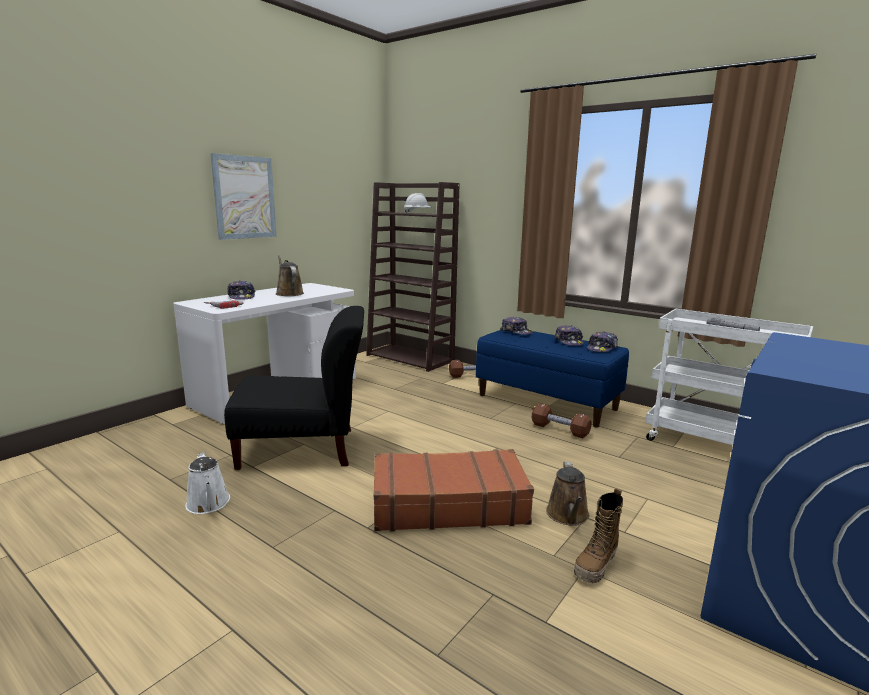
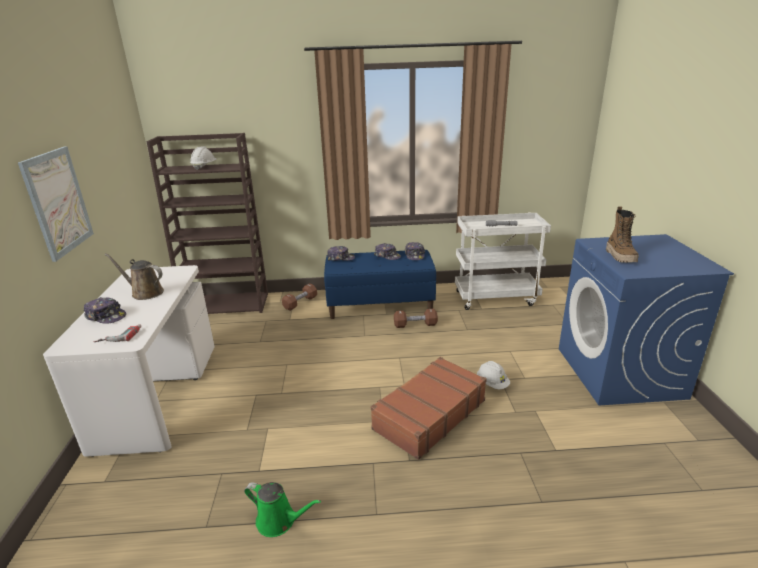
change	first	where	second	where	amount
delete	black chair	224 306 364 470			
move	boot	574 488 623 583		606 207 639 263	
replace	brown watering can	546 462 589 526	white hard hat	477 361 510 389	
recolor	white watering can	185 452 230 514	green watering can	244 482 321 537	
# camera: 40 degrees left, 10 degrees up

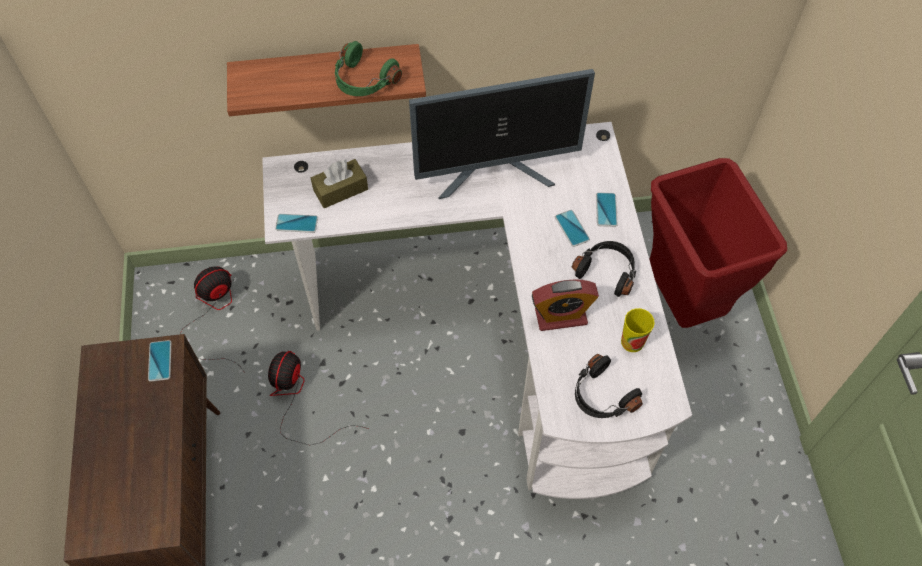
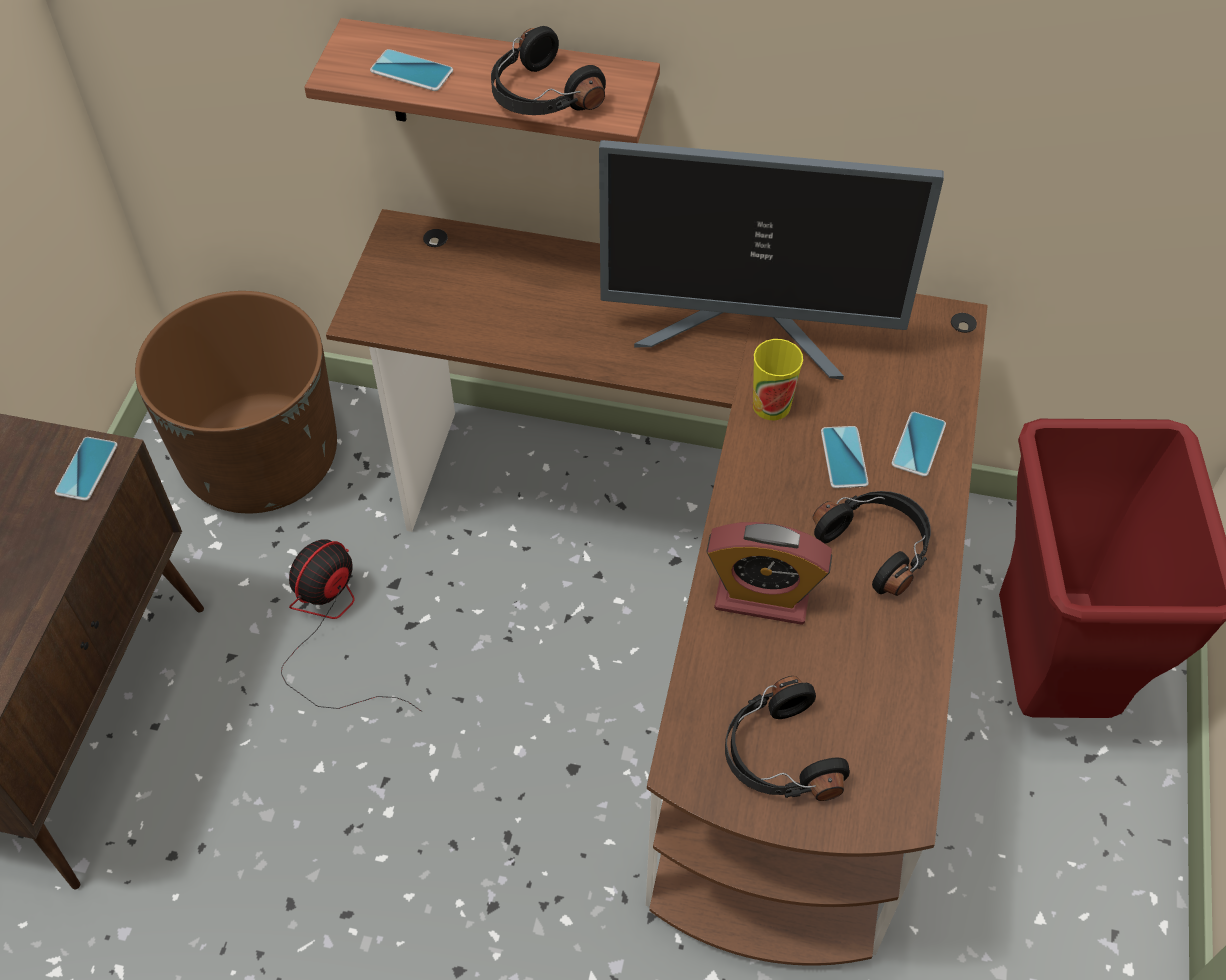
change	first	where	second	where	amount
delete	brown tissue box	311 159 368 208			
move	phone	275 214 318 233		370 49 453 91	
move	cup	621 308 655 352		753 339 803 420	
replace	fan	180 266 245 373	brown planter	135 291 337 513	
recolor	white desk	262 122 692 499	brown desk	326 209 988 966	
recolor	green headphones	335 41 402 96	black headphones	491 26 606 115	
# camera: 20 degrees right, 5 degrees down

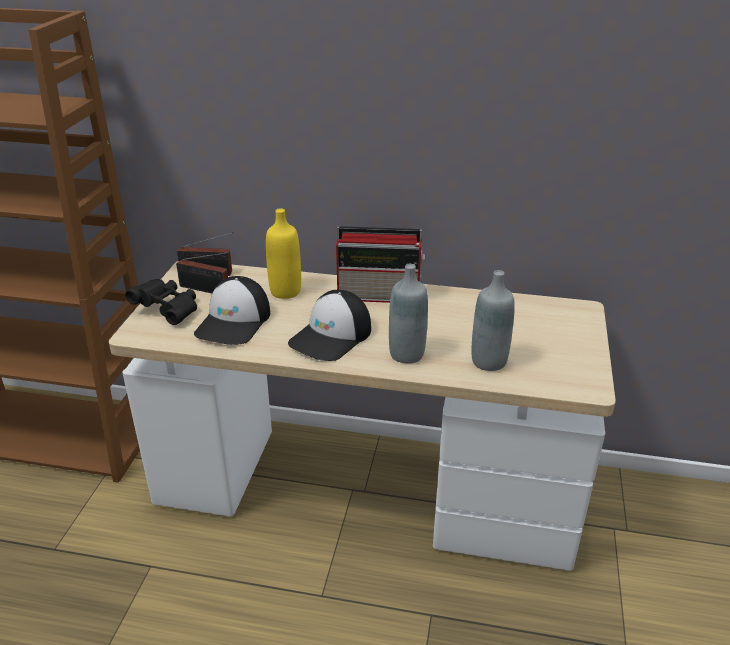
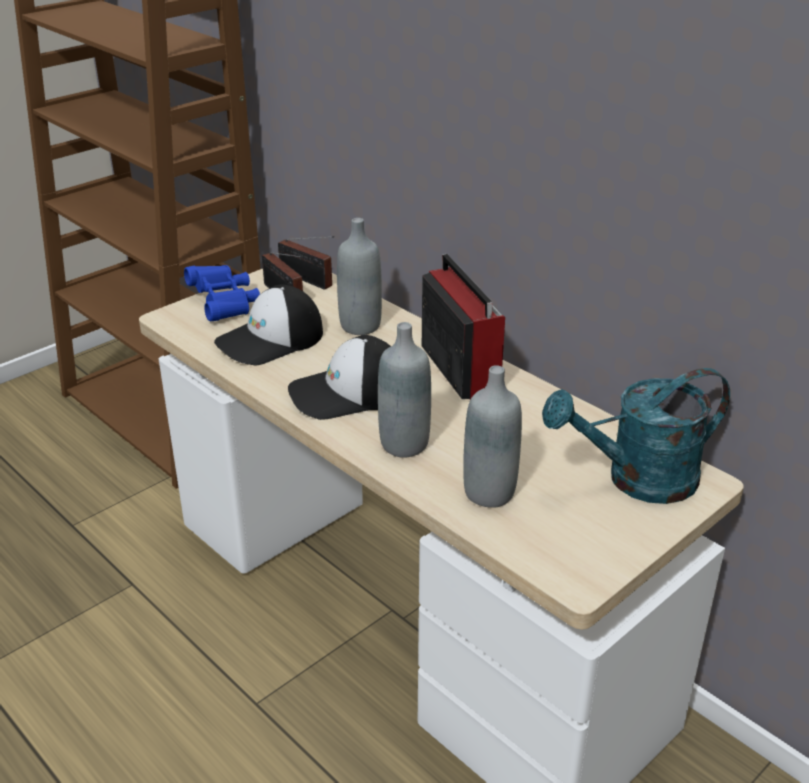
change	first	where	second	where	amount
insert			turquoise watering can	542 368 730 504	
recolor	black binoculars	125 279 197 325	blue binoculars	184 265 260 321	
recolor	yellow bottle	266 208 301 299	grey bottle	337 218 382 335	
rotate	radio	336 226 425 303		422 254 505 400	150 degrees counterclockwise
# camera: 35 degrees right, 0 degrees up

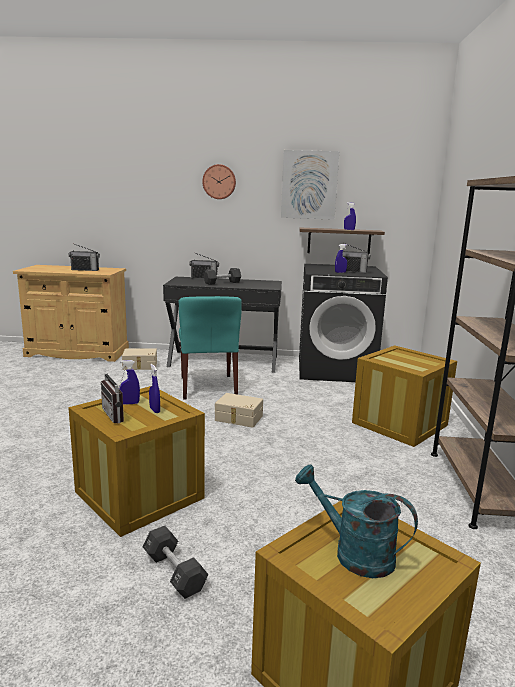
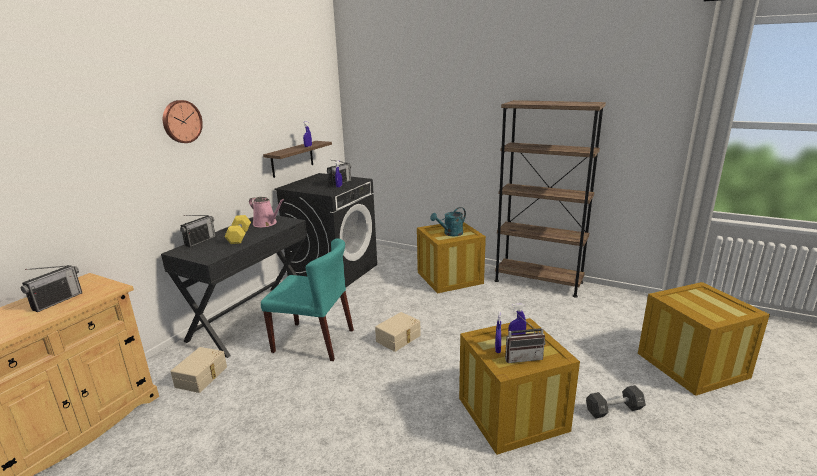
change	first	where	second	where	amount
delete	picture	281 150 339 220			
insert			pink watering can	249 197 285 227	
move	turquoise watering can	295 465 418 578		430 207 466 236	
recolor	black dumbbell	203 268 241 285	yellow dumbbell	224 215 251 244	
# camera: 65 degrees left, 5 degrees up

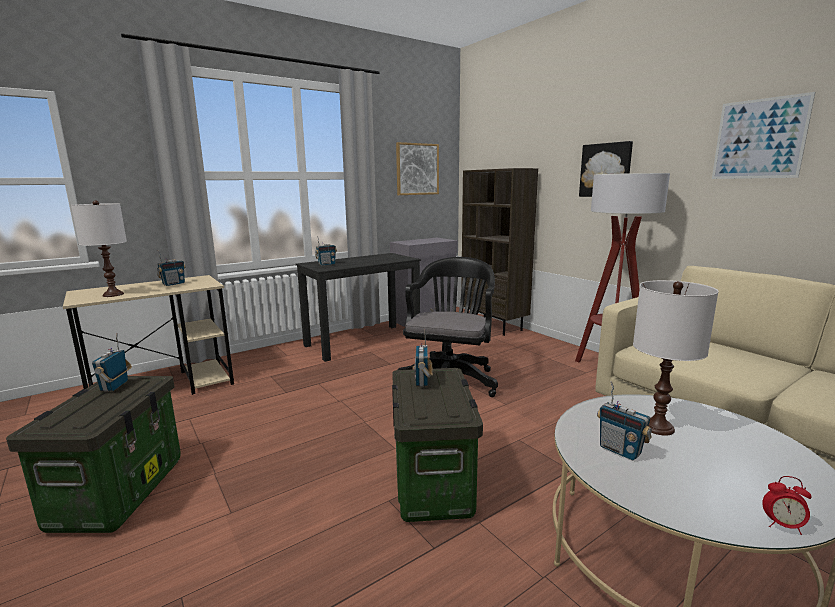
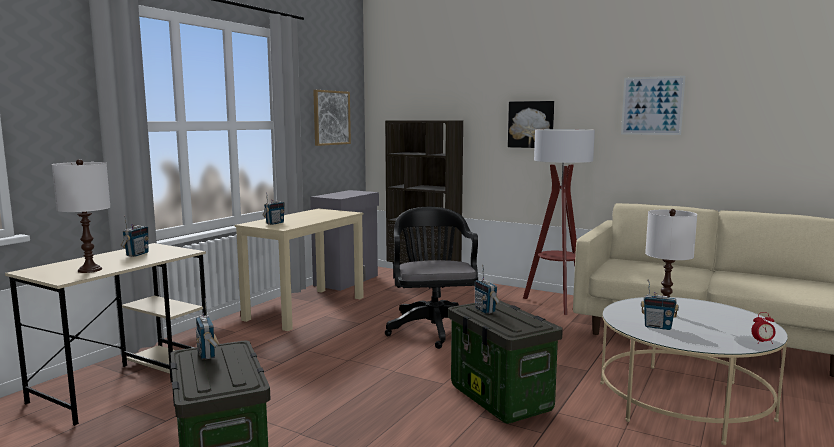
change	first	where	second	where	amount
recolor	black desk	296 253 421 362	beige desk	235 208 364 331	
# camera: 25 degrees left, 5 degrees down

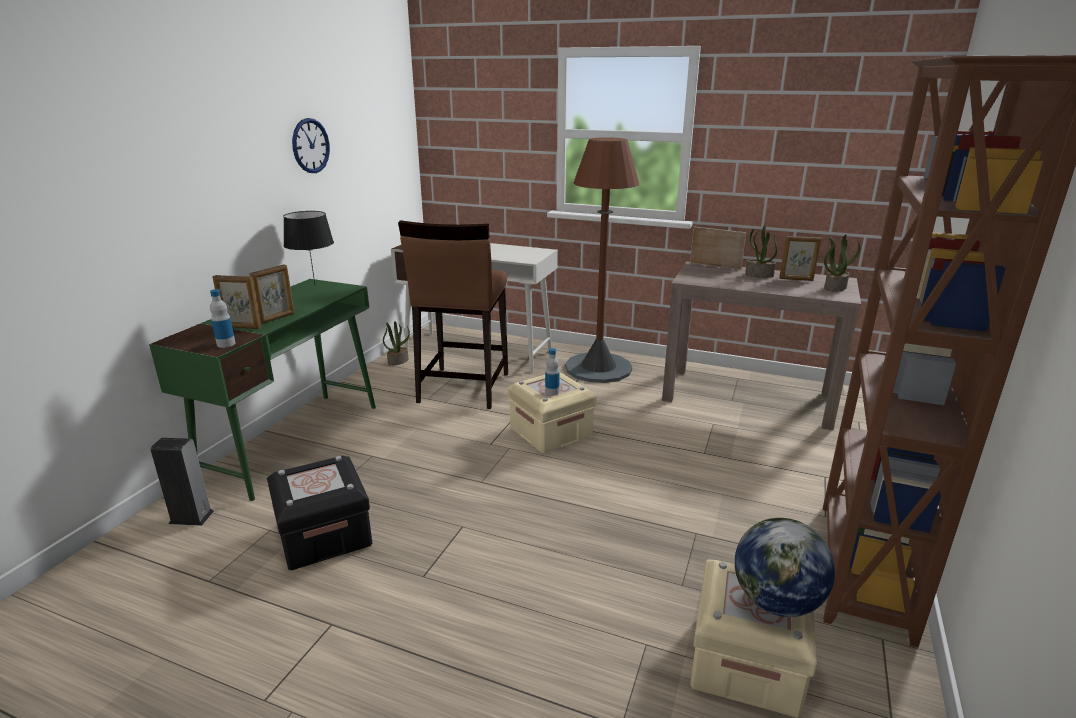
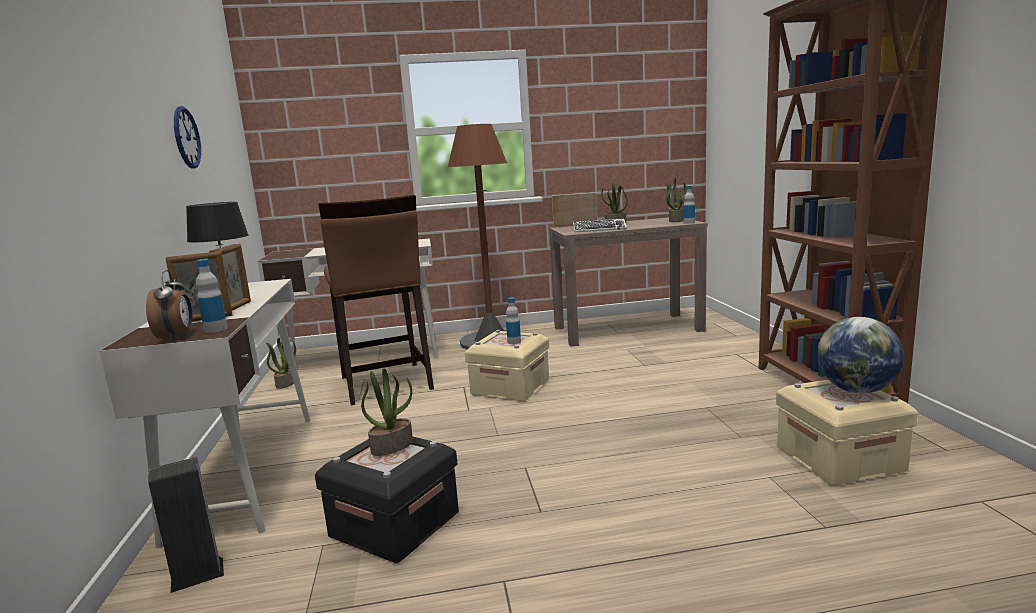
change	first	where	second	where	amount
delete	picture frame	779 236 821 281			
insert			alarm clock	146 270 192 340	
insert			potted plant	361 368 413 456	
insert			keyboard	573 219 627 232	
insert			bottle	684 186 695 224	
recolor	green desk	149 279 376 501	white desk	99 279 310 548	
# camera: 30 degrees left, 10 degrees down

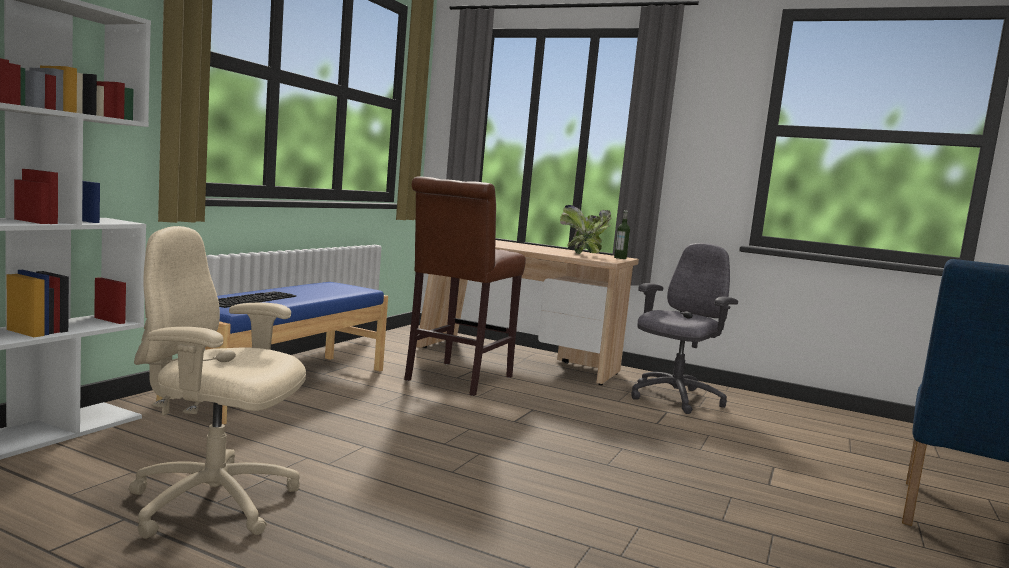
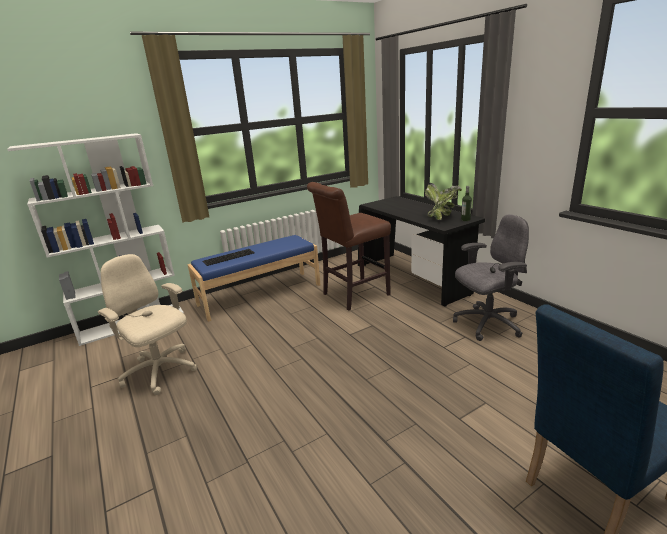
change	first	where	second	where	amount
recolor	beige desk	416 240 639 385	black desk	358 196 485 306	
# camera: 35 degrees right, 15 degrees up

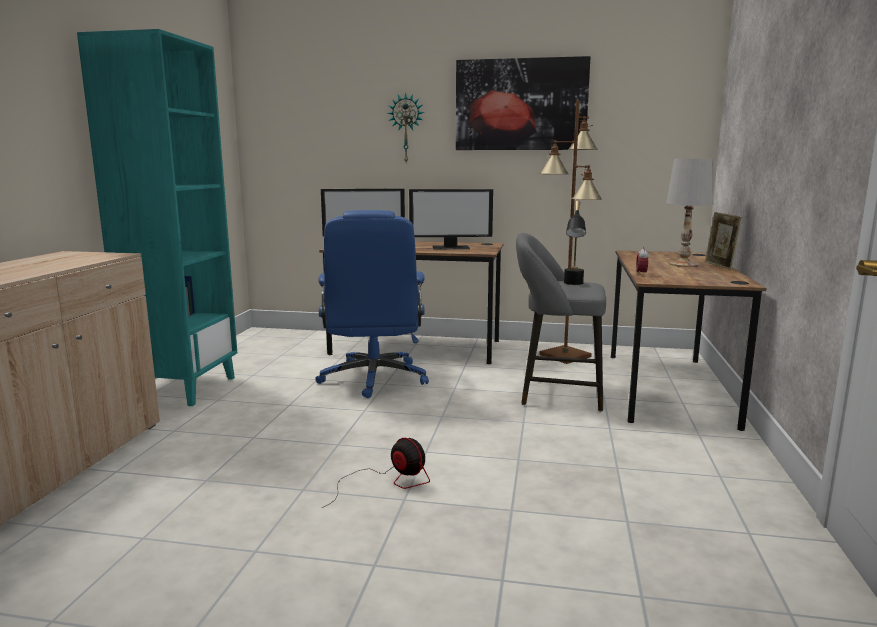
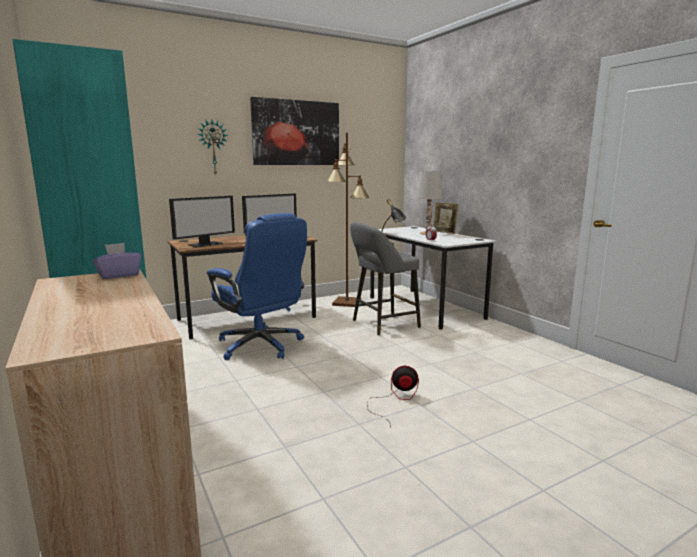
change	first	where	second	where	amount
insert			purple tissue box	93 243 141 279	
recolor	brown desk	611 251 766 431	white desk	370 226 496 330	
# camera: 40 degrees left, 0 degrees up

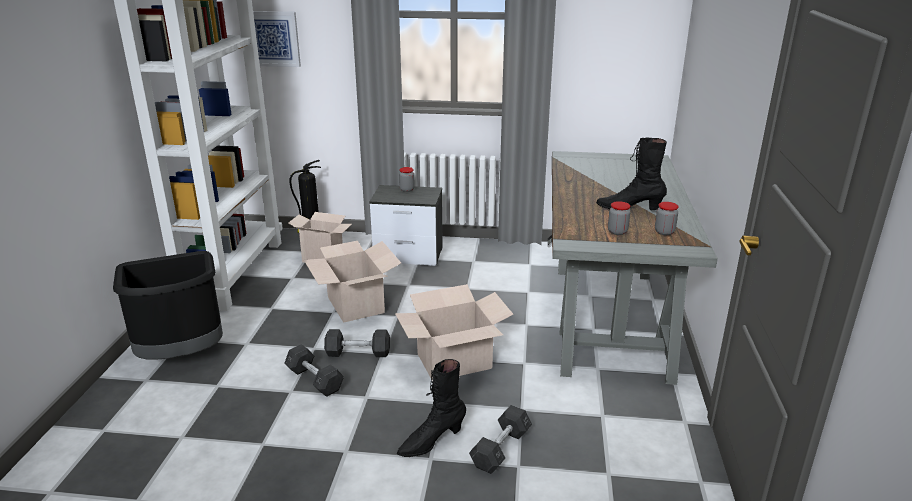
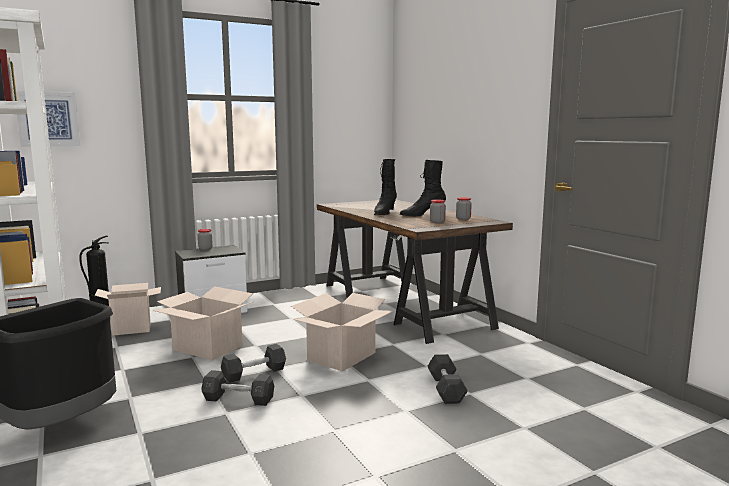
change	first	where	second	where	amount
move	black boot	397 359 466 457		374 159 397 215	
recolor	grey desk	548 151 718 385	brown desk	317 200 513 344	
# camera: 35 degrees left, 15 degrees down

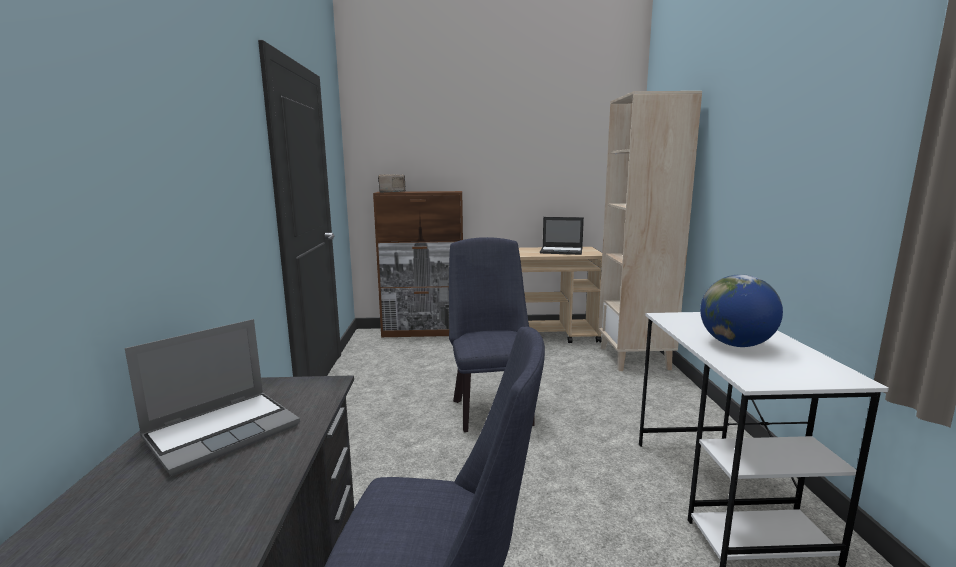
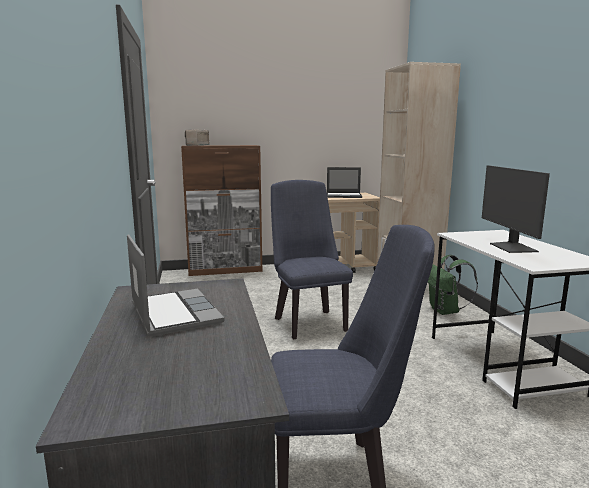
change	first	where	second	where	amount
insert			green backpack	428 255 478 315	
replace	globe	700 274 783 347	monitor	482 165 550 253	
rotate	laptop	125 319 300 475		127 234 224 337	60 degrees counterclockwise
# camera: 10 degrees left, 0 degrees up

